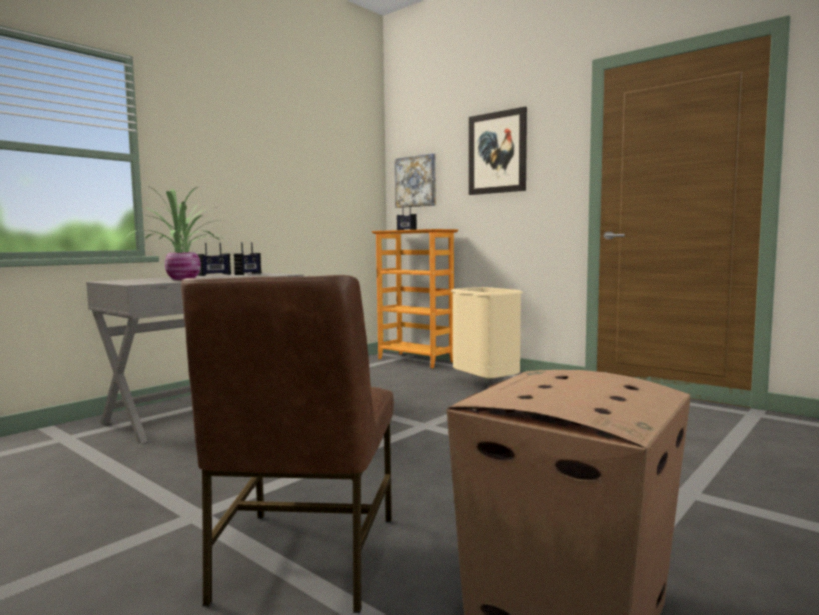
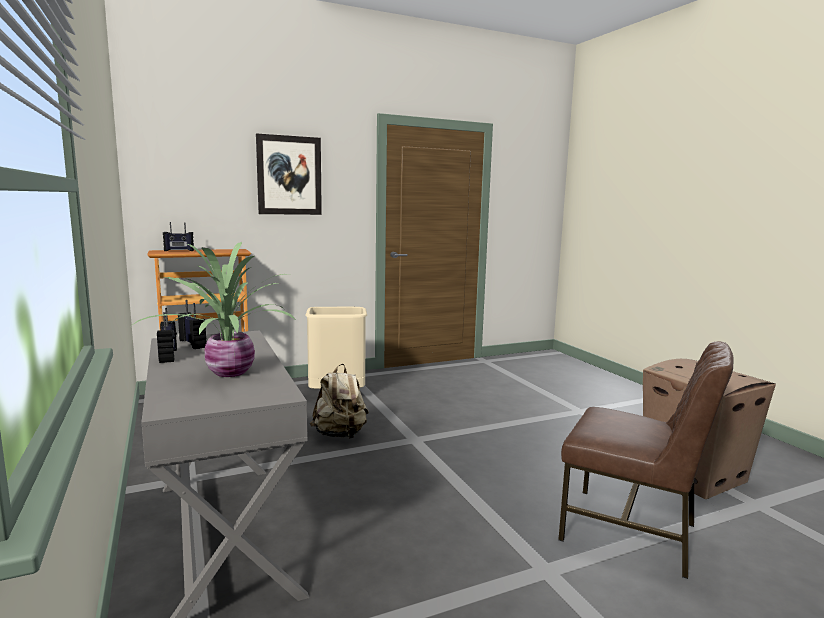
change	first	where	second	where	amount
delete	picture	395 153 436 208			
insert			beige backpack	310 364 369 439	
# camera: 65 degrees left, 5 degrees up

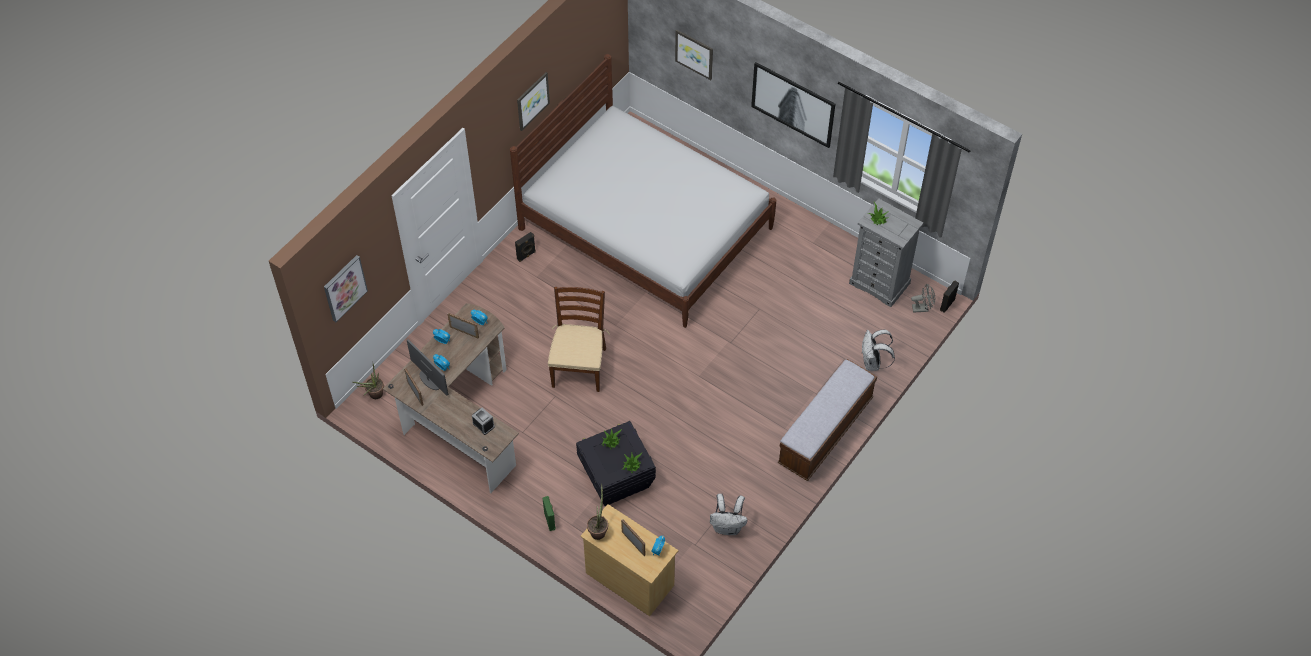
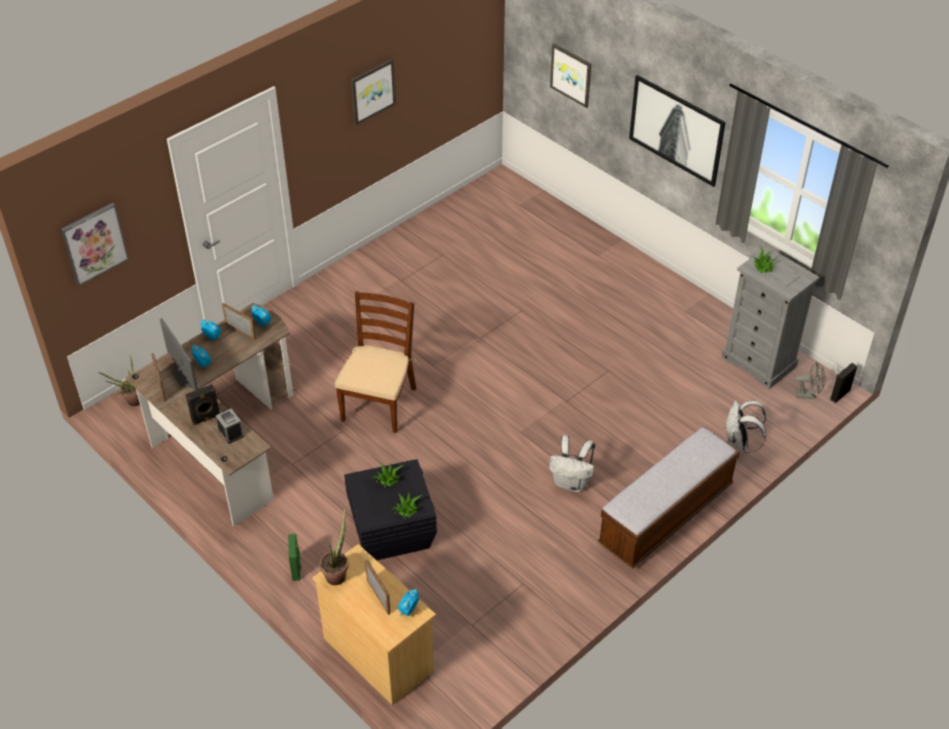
change	first	where	second	where	amount
delete	white bed	510 54 776 328			
move	black speaker	515 232 536 262		186 384 220 425	
move	white backpack	710 494 747 535		549 435 595 492	
# camera: 10 degrees right, 10 degrees down

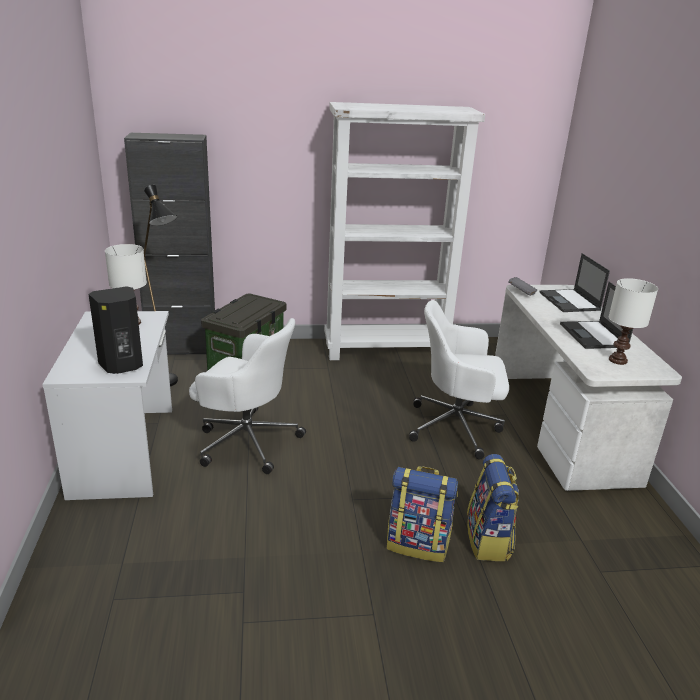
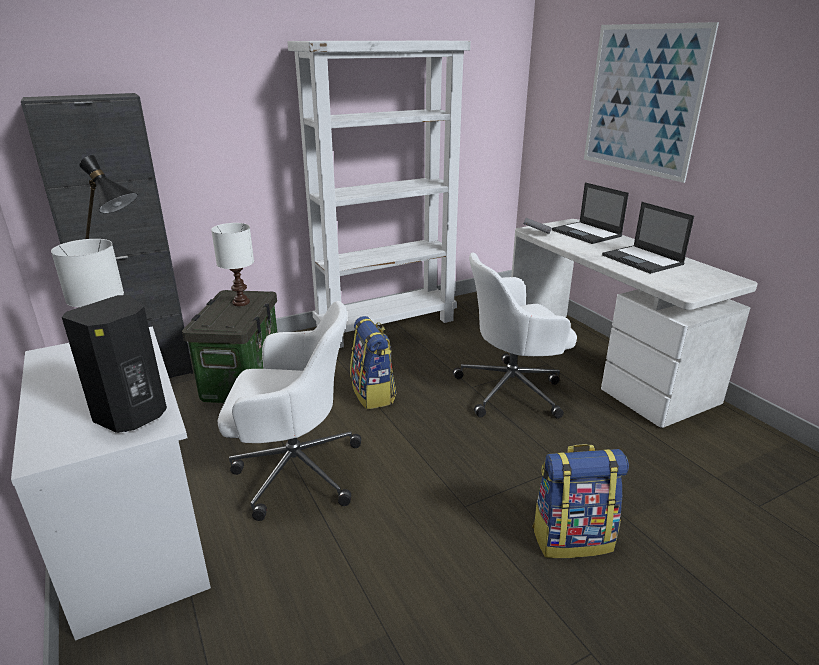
change	first	where	second	where	amount
insert			picture	584 22 719 183	
move	backpack	467 454 519 561		350 316 397 409	
move	white table lamp	609 278 658 365		211 223 254 306	
# camera: 20 degrees left, 0 degrees up

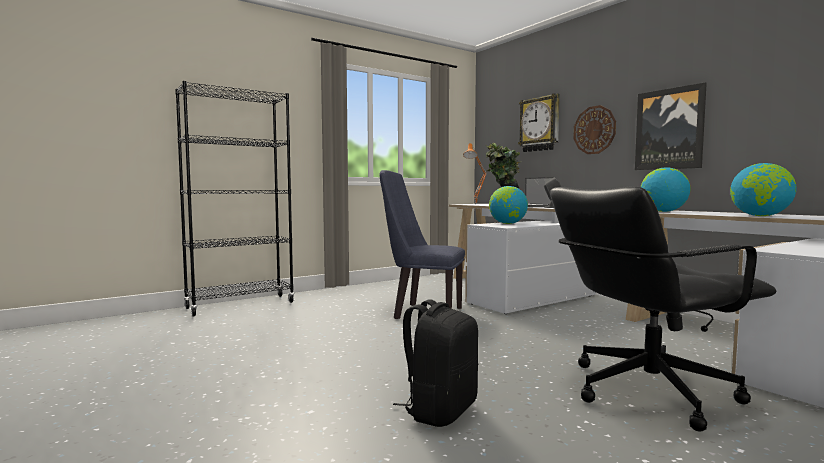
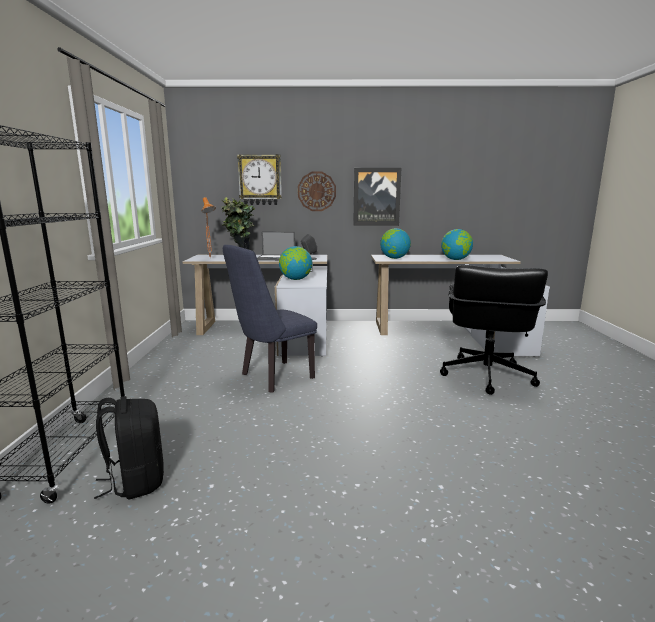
change	first	where	second	where	amount
move	black backpack	393 299 478 427		94 396 164 500	
# camera: 55 degrees left, 10 degrees up

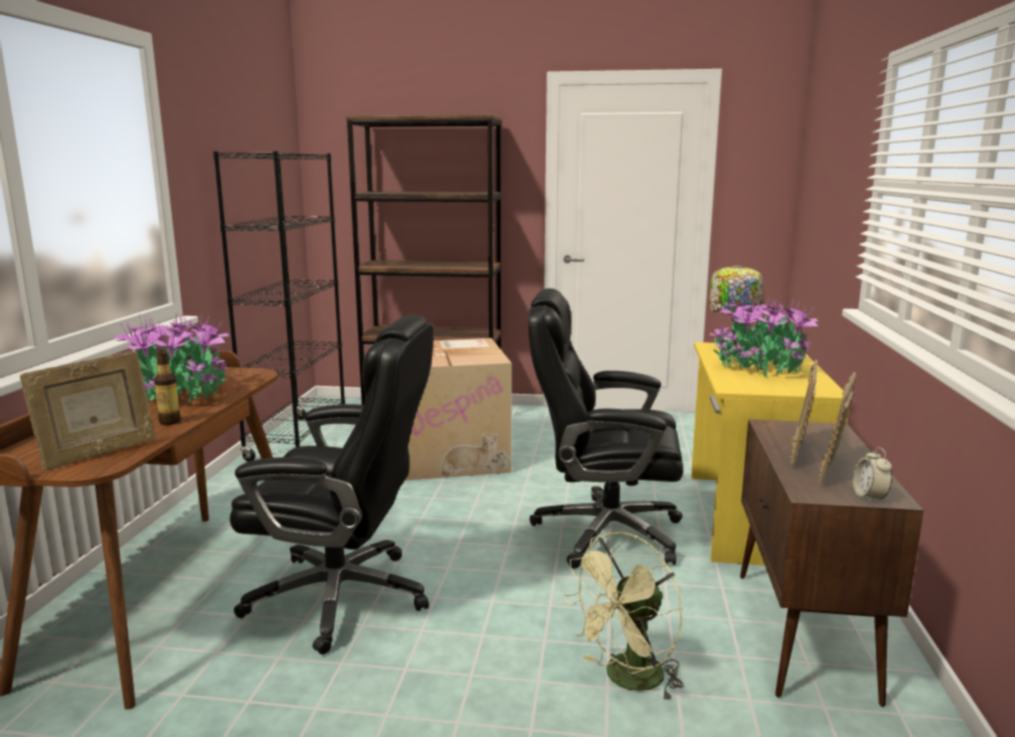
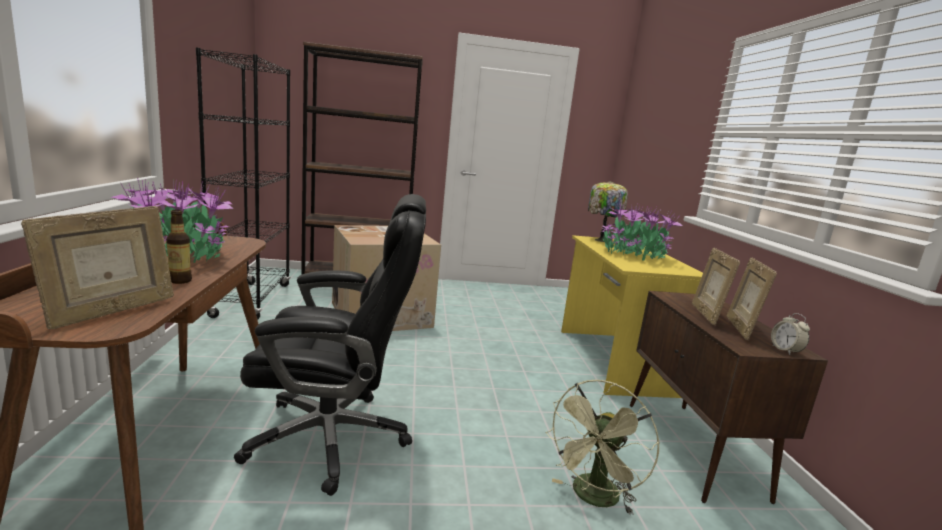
change	first	where	second	where	amount
delete	black office chair	528 288 683 569			
# camera: 15 degrees left, 0 degrees up

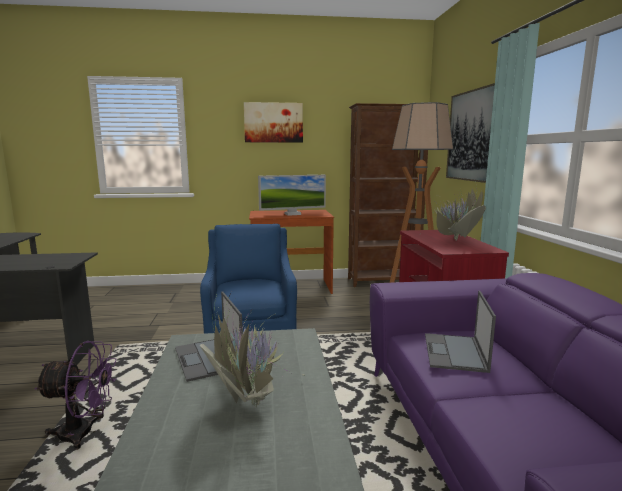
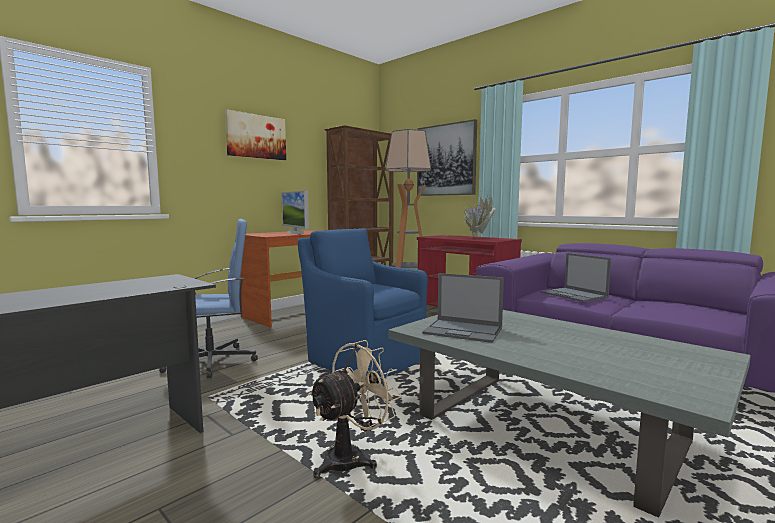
change	first	where	second	where	amount
delete	potted plant	200 289 304 408			
insert			blue office chair	159 219 258 378	
recolor	purple fan	34 341 117 450	beige fan	308 340 402 478	
rotate	monitor	258 175 326 216		281 191 309 234	120 degrees clockwise
# camera: 40 degrees left, 5 degrees down

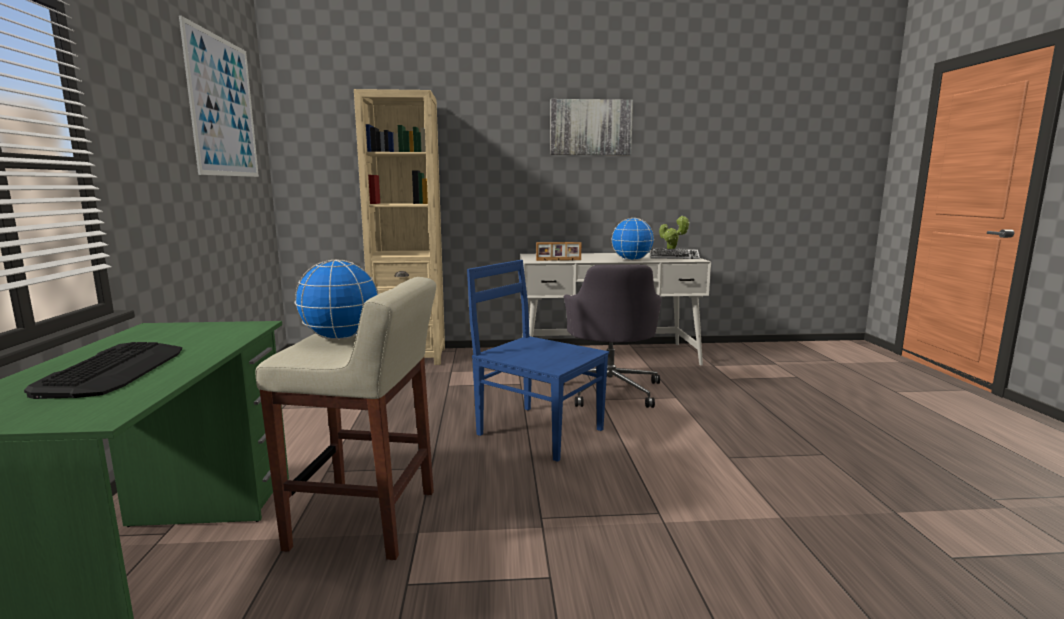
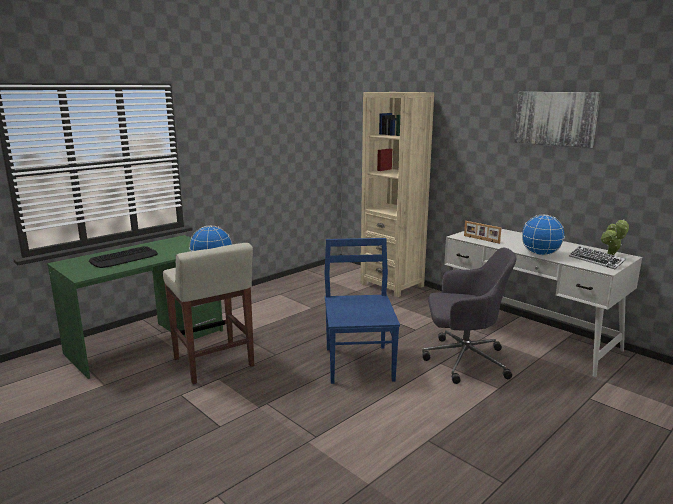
change	first	where	second	where	amount
delete	picture	179 15 259 177			
rotate	grey office chair	564 264 662 408		422 247 516 384	135 degrees counterclockwise
# camera: 50 degrees right, 5 degrees up

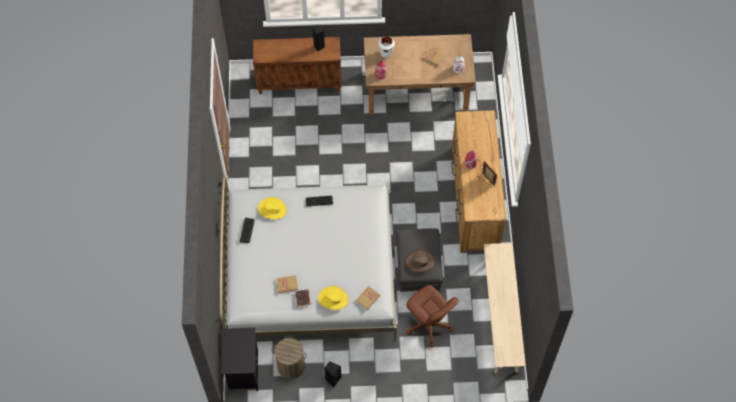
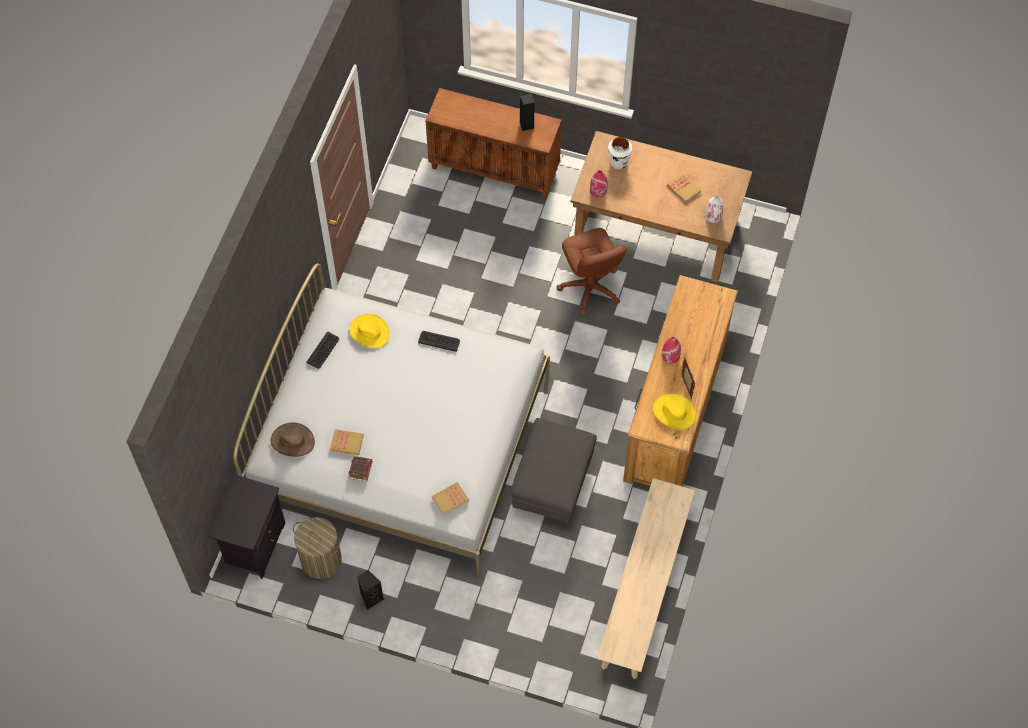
change	first	where	second	where	amount
move	yellow hat	318 286 348 310		653 394 696 430	
move	brown hat	405 250 435 272		271 422 315 457	
move	brown office chair	406 285 459 347		557 228 627 316	
# camera: 20 degrees right, 0 degrees up

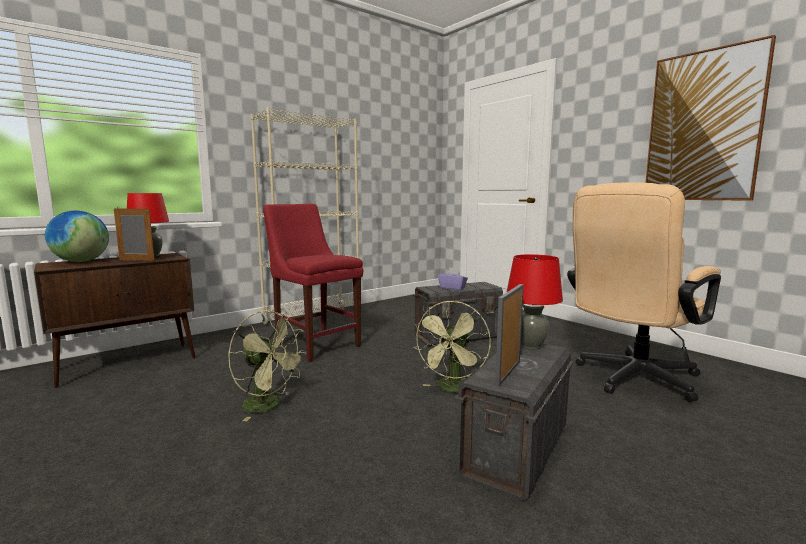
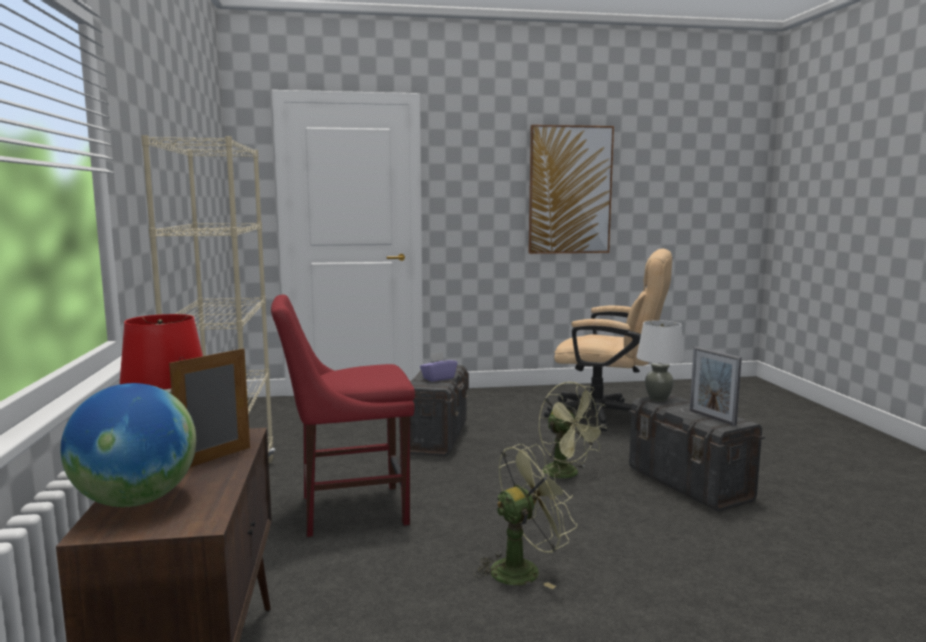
change	first	where	second	where	amount
recolor	red table lamp	506 254 563 349	white table lamp	636 320 685 402	
rotate	beige office chair	567 182 721 402		544 248 672 432	60 degrees counterclockwise
# camera: 60 degrees left, 0 degrees up

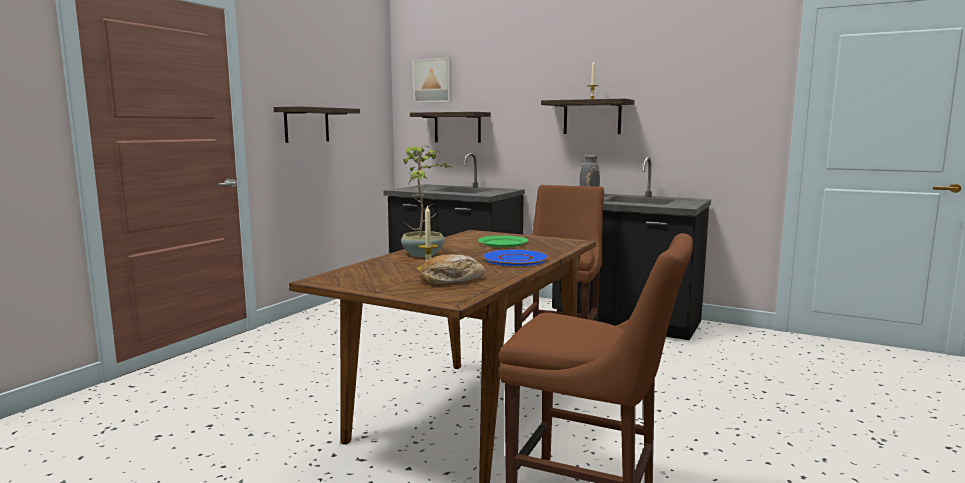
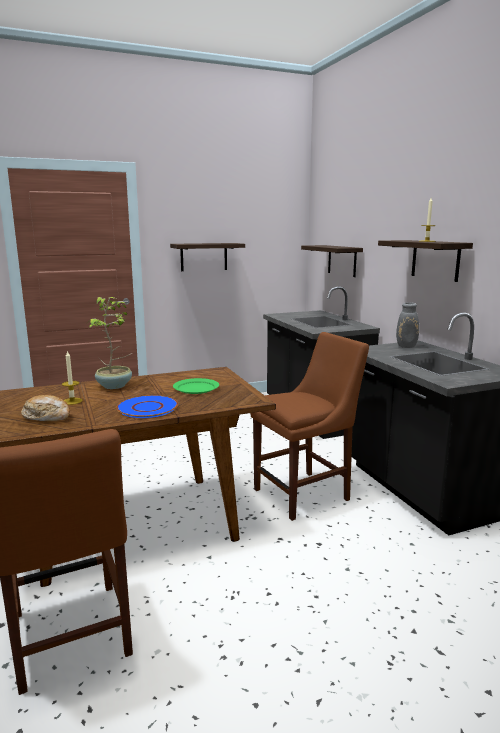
change	first	where	second	where	amount
delete	picture	413 57 452 103			
# camera: 40 degrees right, 5 degrees up

